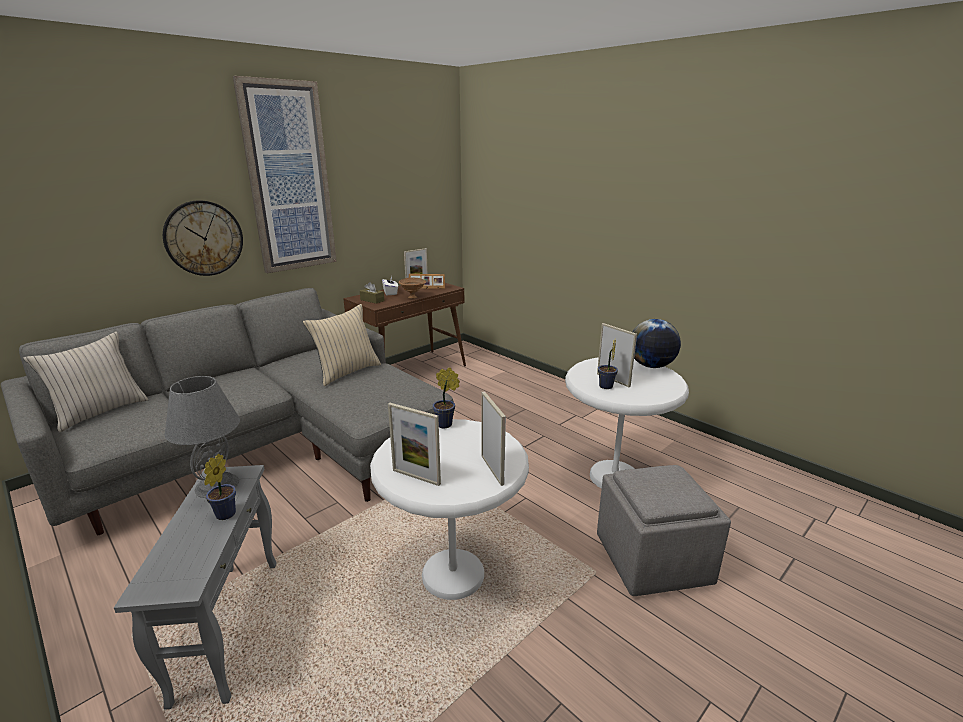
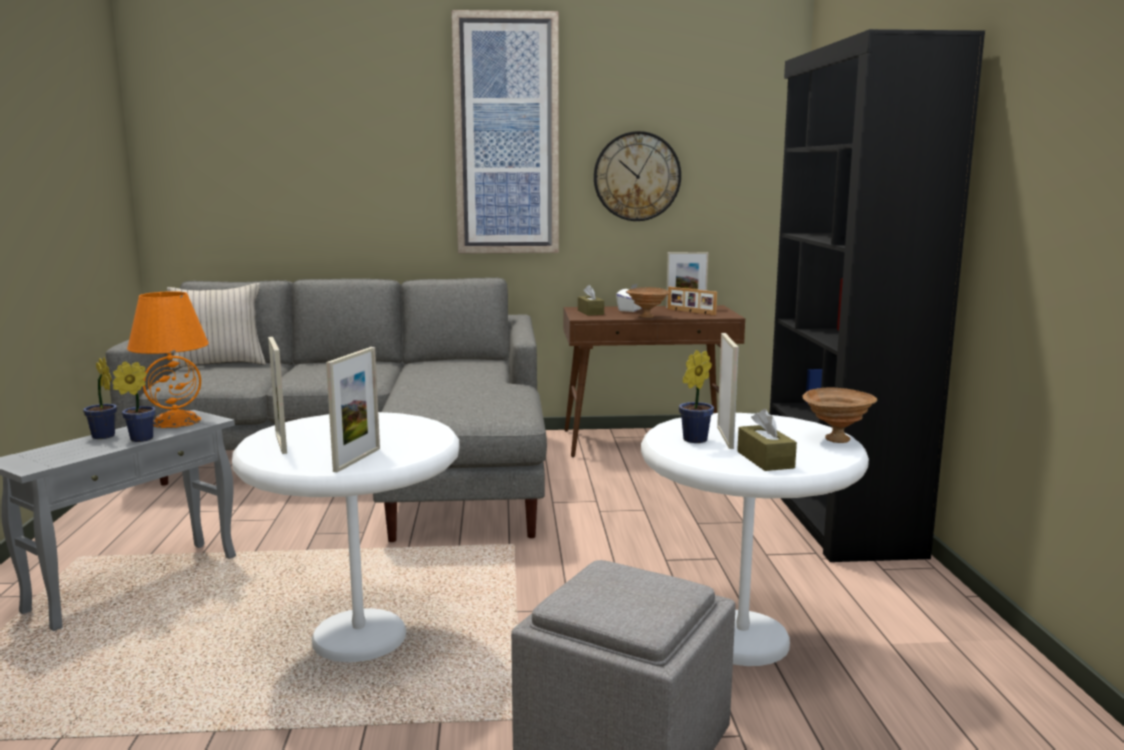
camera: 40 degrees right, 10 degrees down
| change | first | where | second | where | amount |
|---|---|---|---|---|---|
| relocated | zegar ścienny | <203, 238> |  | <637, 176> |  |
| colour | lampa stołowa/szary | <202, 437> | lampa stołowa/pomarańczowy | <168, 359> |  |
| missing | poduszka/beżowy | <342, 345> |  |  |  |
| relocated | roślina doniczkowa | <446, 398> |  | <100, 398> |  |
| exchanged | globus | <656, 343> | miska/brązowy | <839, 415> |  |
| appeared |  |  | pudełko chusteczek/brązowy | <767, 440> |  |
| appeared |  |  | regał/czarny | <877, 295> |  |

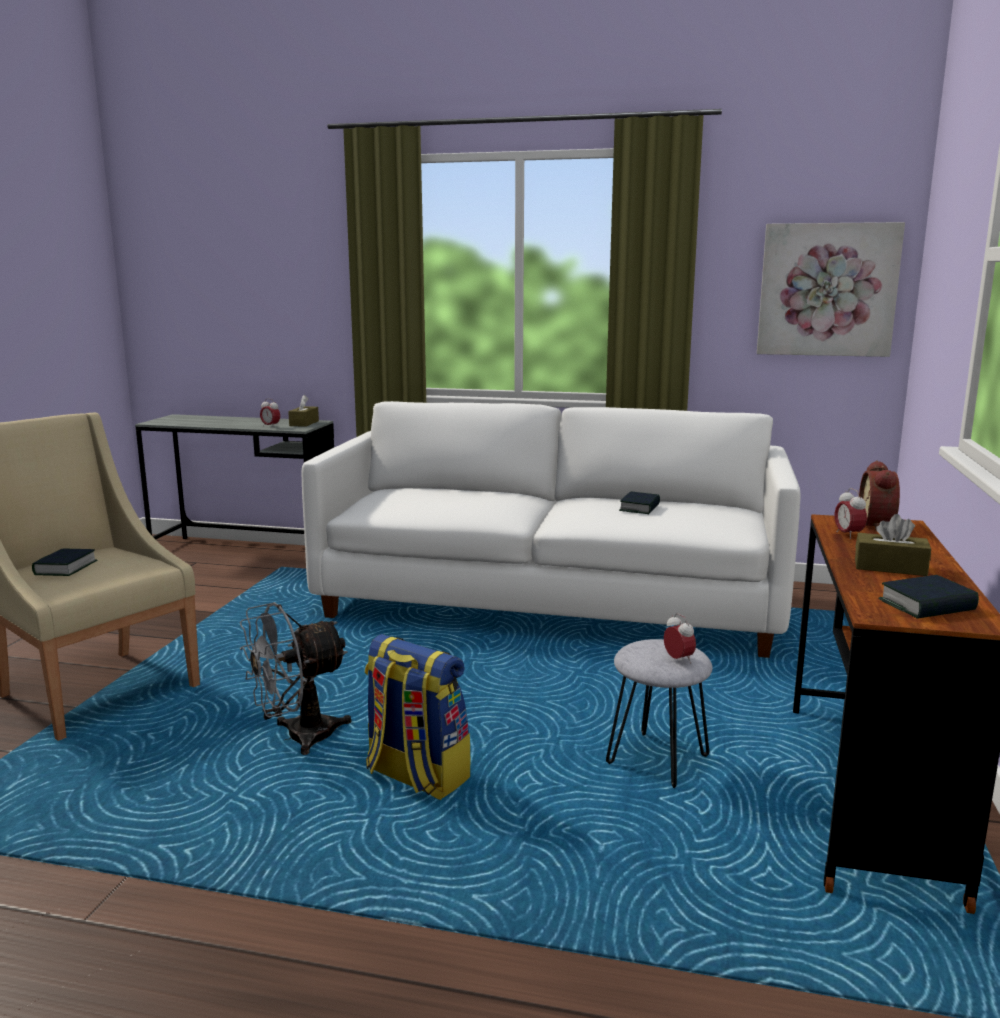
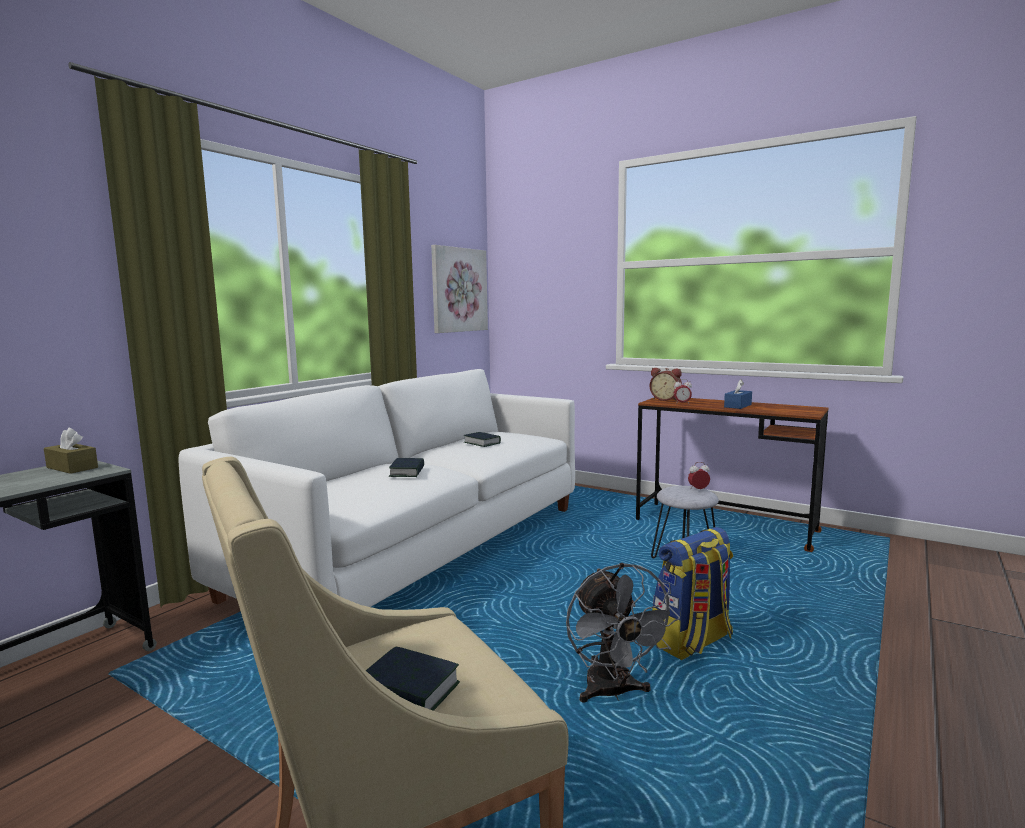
camera: 70 degrees left, 5 degrees down
| change | first | where | second | where | amount |
|---|---|---|---|---|---|
| missing | budzik | <270, 413> |  |  |  |
| colour | pudełko chusteczek/brązowy | <893, 545> | pudełko chusteczek/niebieski | <738, 394> |  |
| relocated | książka | <928, 597> |  | <406, 467> |  |

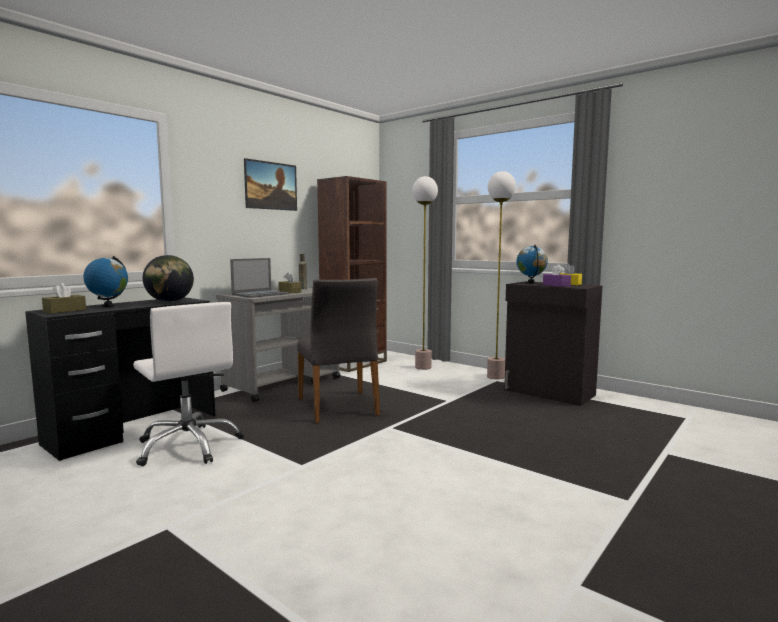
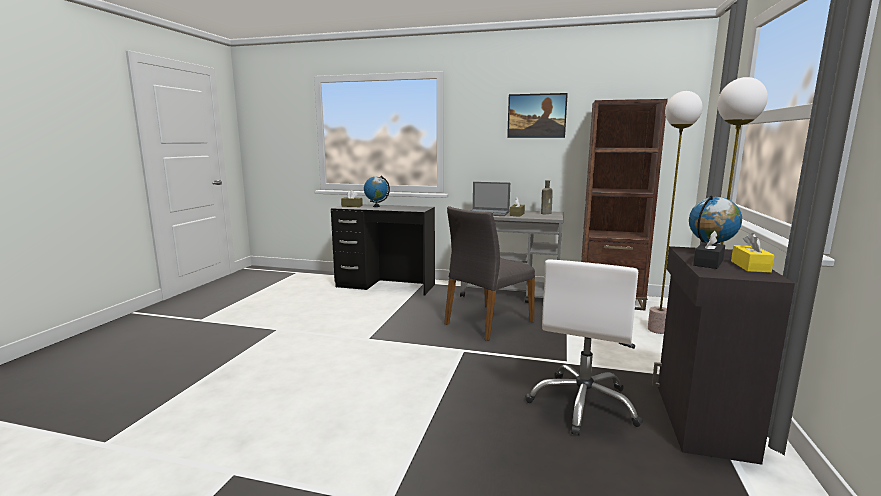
camera: 65 degrees right, 5 degrees up
| change | first | where | second | where | amount |
|---|---|---|---|---|---|
| relocated | krzesło biurowe/biały | <188, 384> |  | <584, 348> |  |
| missing | globus | <168, 278> |  |  |  |
| colour | pudełko chusteczek/fioletowy | <557, 275> | pudełko chusteczek/czarny | <709, 250> |  |

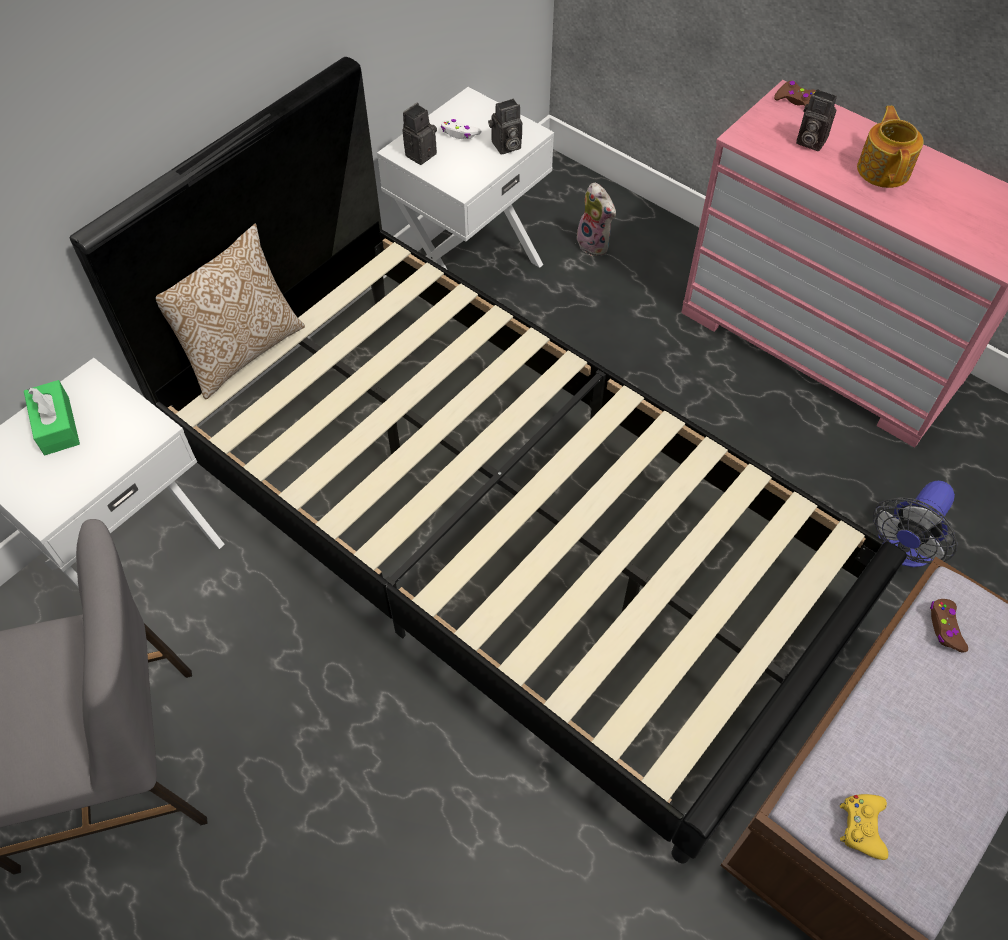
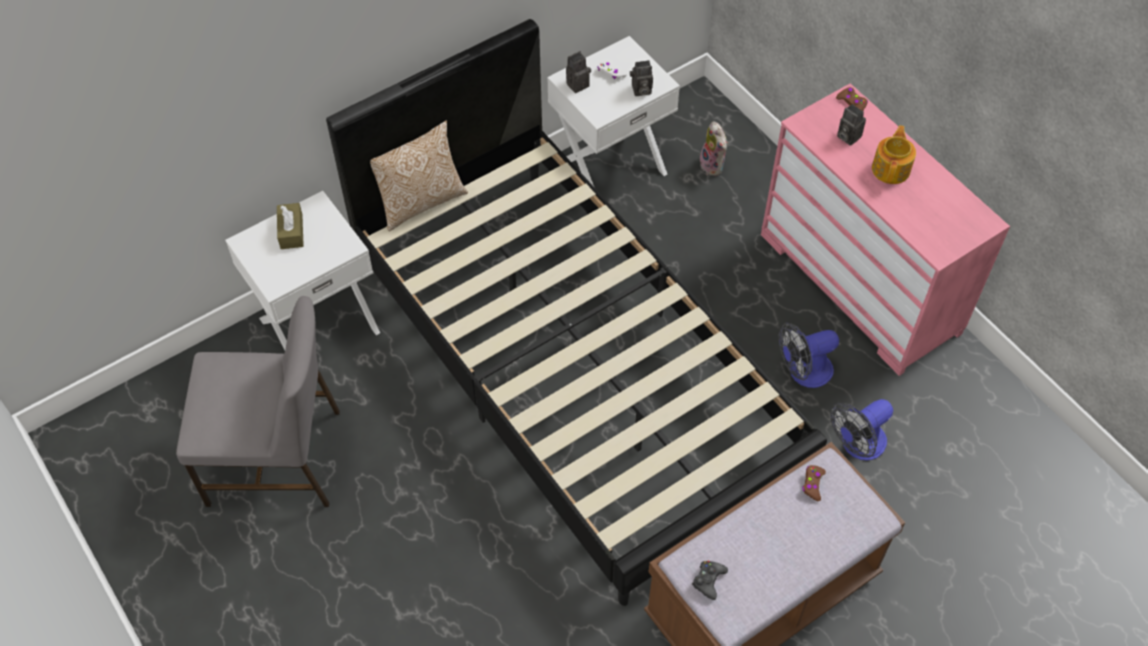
camera: 15 degrees right, 0 degrees up
| change | first | where | second | where | amount |
|---|---|---|---|---|---|
| colour | pudełko chusteczek/zielony | <52, 417> | pudełko chusteczek/brązowy | <290, 226> |  |
| colour | pad do gier/żółty | <864, 827> | pad do gier/czarny | <710, 580> |  |
| appeared |  |  | wentylator | <809, 355> |  |

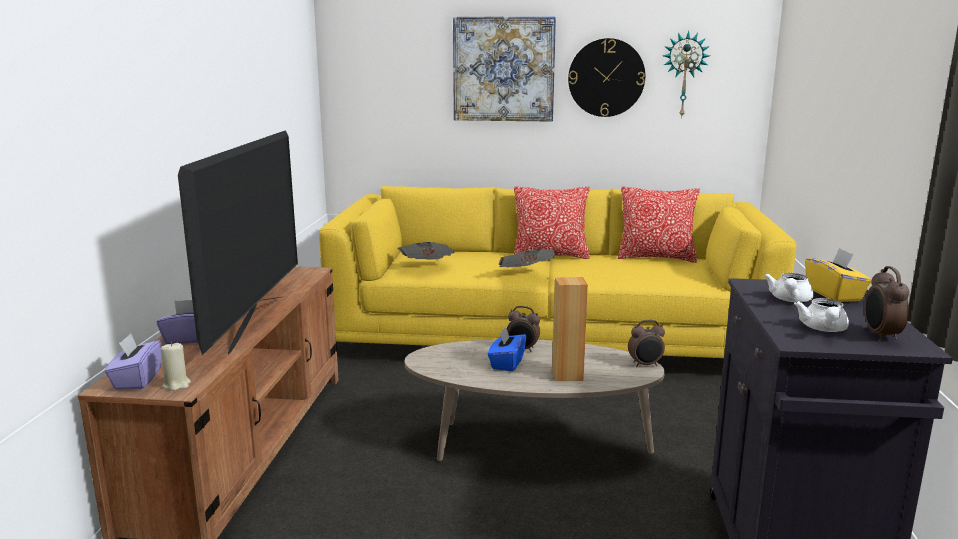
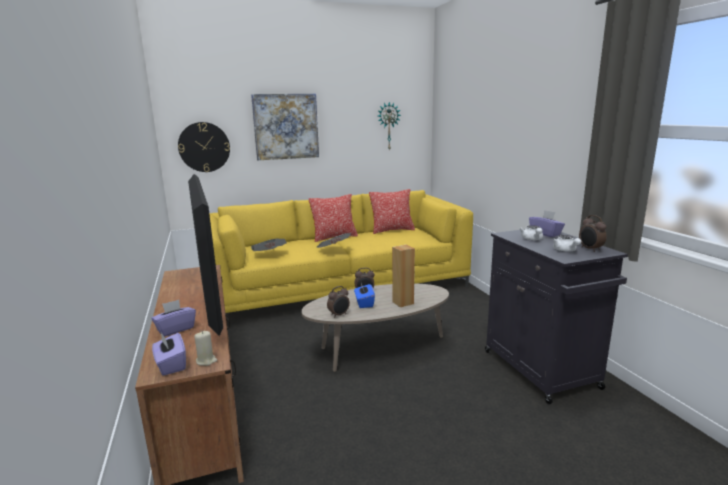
camera: 25 degrees left, 0 degrees up
| change | first | where | second | where | amount |
|---|---|---|---|---|---|
| relocated | zegar ścienny | <606, 77> |  | <204, 147> |  |
| relocated | budzik | <646, 343> |  | <338, 302> |  |
| colour | pudełko chusteczek/żółty | <838, 275> | pudełko chusteczek/fioletowy | <547, 223> |  |

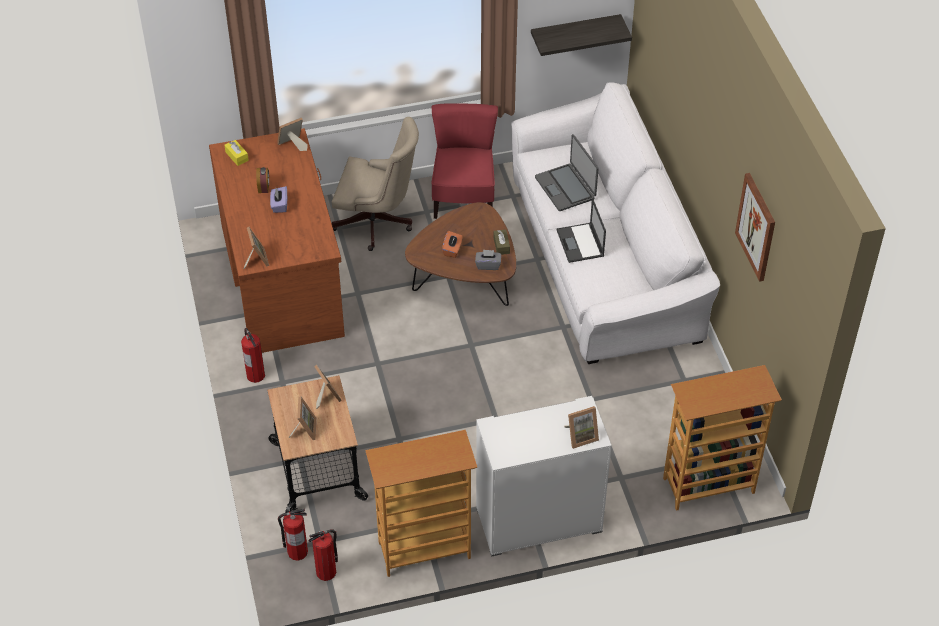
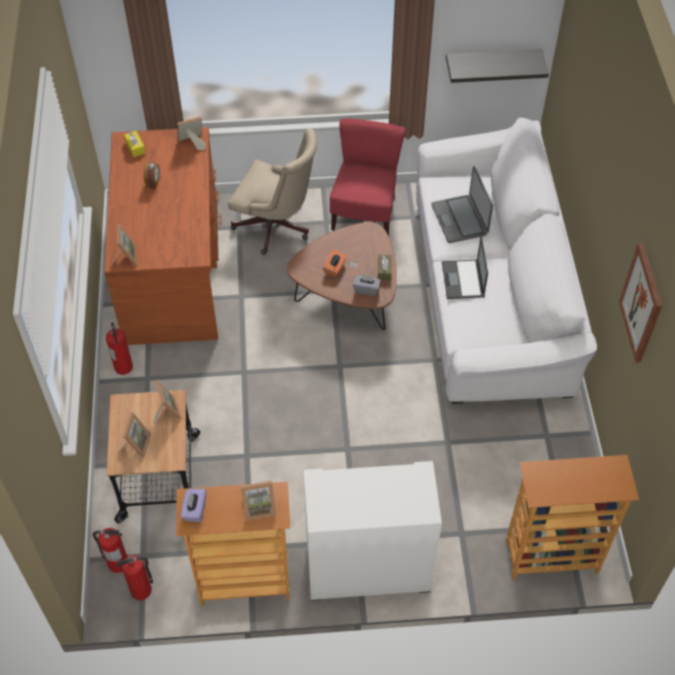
camera: 10 degrees right, 5 degrees up
| change | first | where | second | where | amount |
|---|---|---|---|---|---|
| relocated | pudełko chusteczek/fioletowy | <278, 199> |  | <193, 505> |  |
| relocated | ramka na zdjęcie | <581, 427> |  | <258, 501> |  |

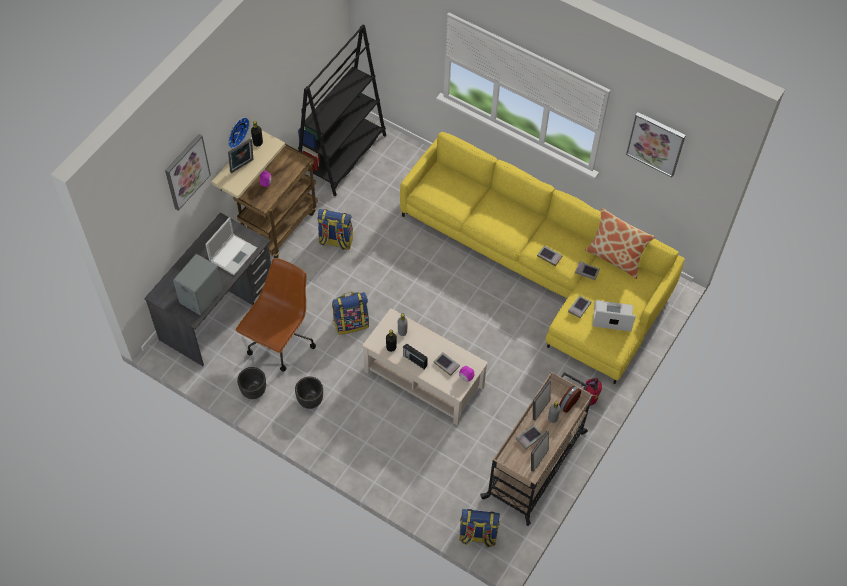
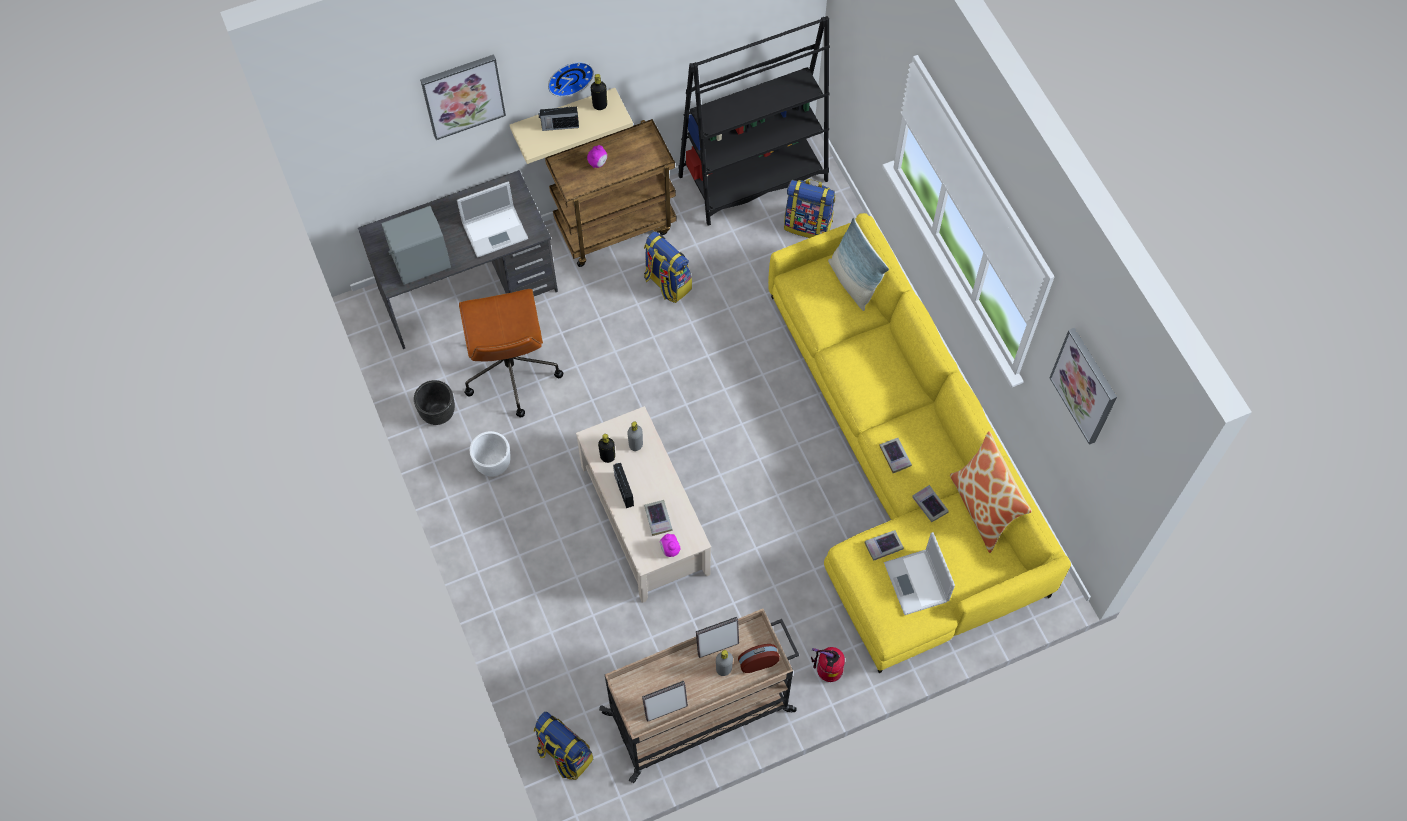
camera: 35 degrees right, 5 degrees up
| change | first | where | second | where | amount |
|---|---|---|---|---|---|
| exchanged | ramka na zdjęcie | <240, 155> | radio | <558, 118> |  |
| spun | krzesło biurowe/brązowy | <276, 315> |  | <511, 353> | 105 degrees clockwise |
| colour | donica/czarny | <309, 392> | donica/biały | <490, 454> |  |
| relocated | plecak | <350, 313> |  | <809, 208> |  |
| missing | książka | <530, 437> |  |  |  |
| spun | laptop | <614, 316> |  | <919, 573> | 150 degrees counterclockwise |
| appeared |  |  | poduszka | <858, 264> |  |

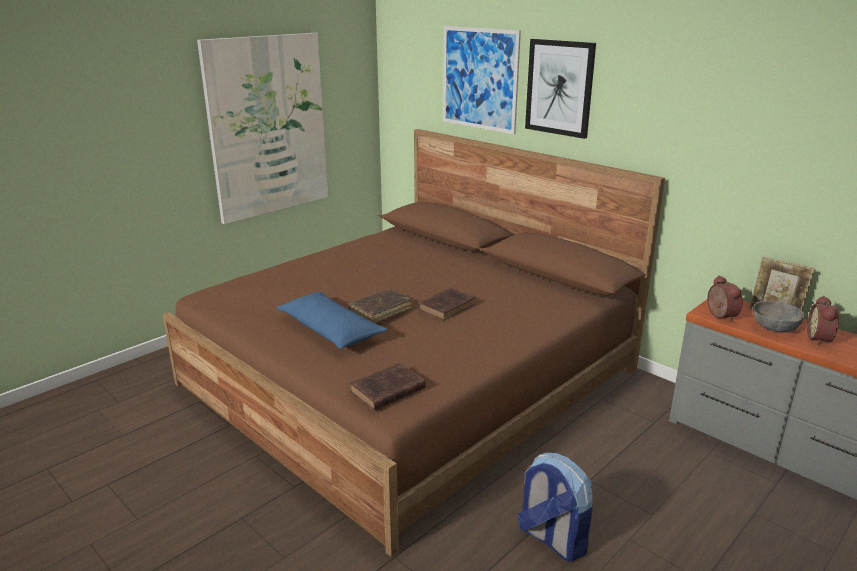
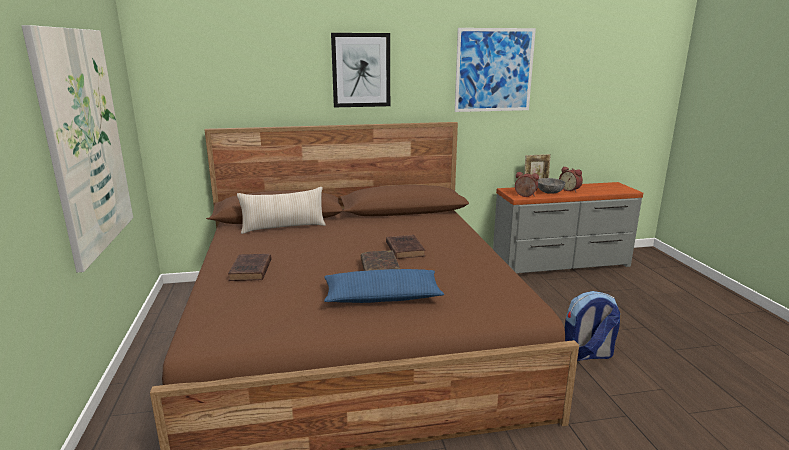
camera: 55 degrees left, 5 degrees down
| change | first | where | second | where | amount |
|---|---|---|---|---|---|
| relocated | książka/brązowy | <387, 387> |  | <249, 267> |  |
| relocated | obraz | <482, 80> |  | <495, 70> |  |
| appeared |  |  | poduszka/beżowy | <281, 210> |  |

